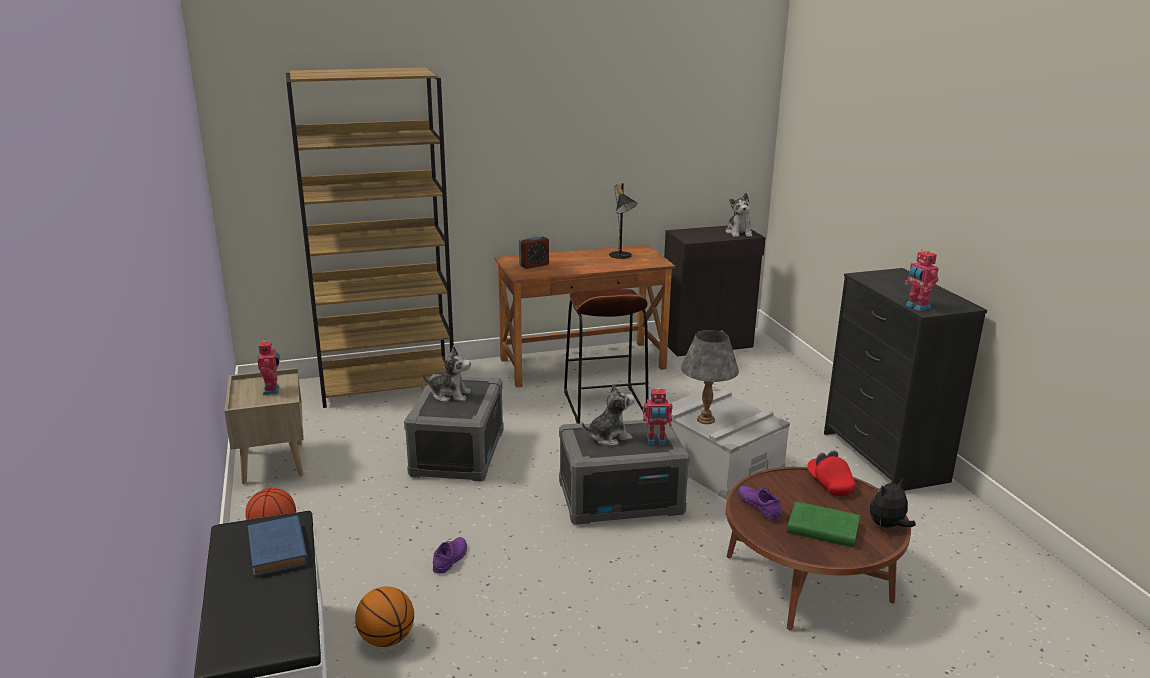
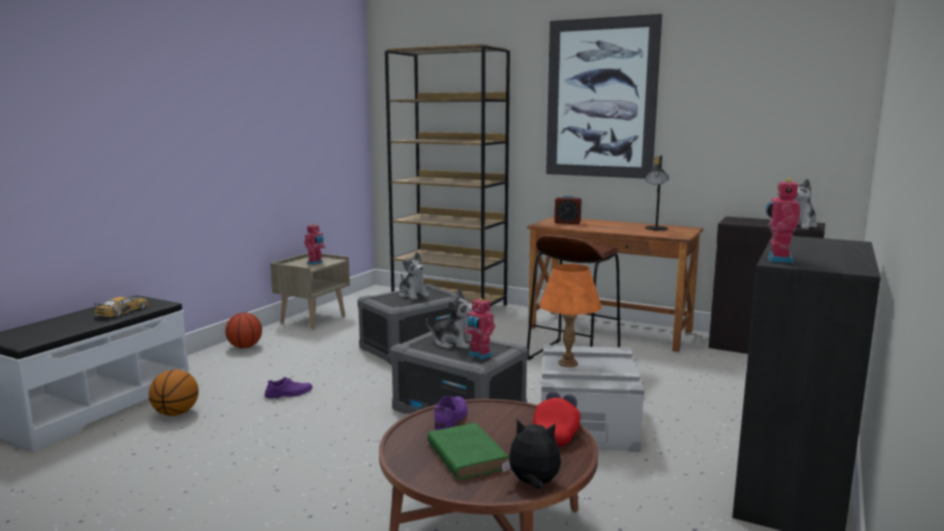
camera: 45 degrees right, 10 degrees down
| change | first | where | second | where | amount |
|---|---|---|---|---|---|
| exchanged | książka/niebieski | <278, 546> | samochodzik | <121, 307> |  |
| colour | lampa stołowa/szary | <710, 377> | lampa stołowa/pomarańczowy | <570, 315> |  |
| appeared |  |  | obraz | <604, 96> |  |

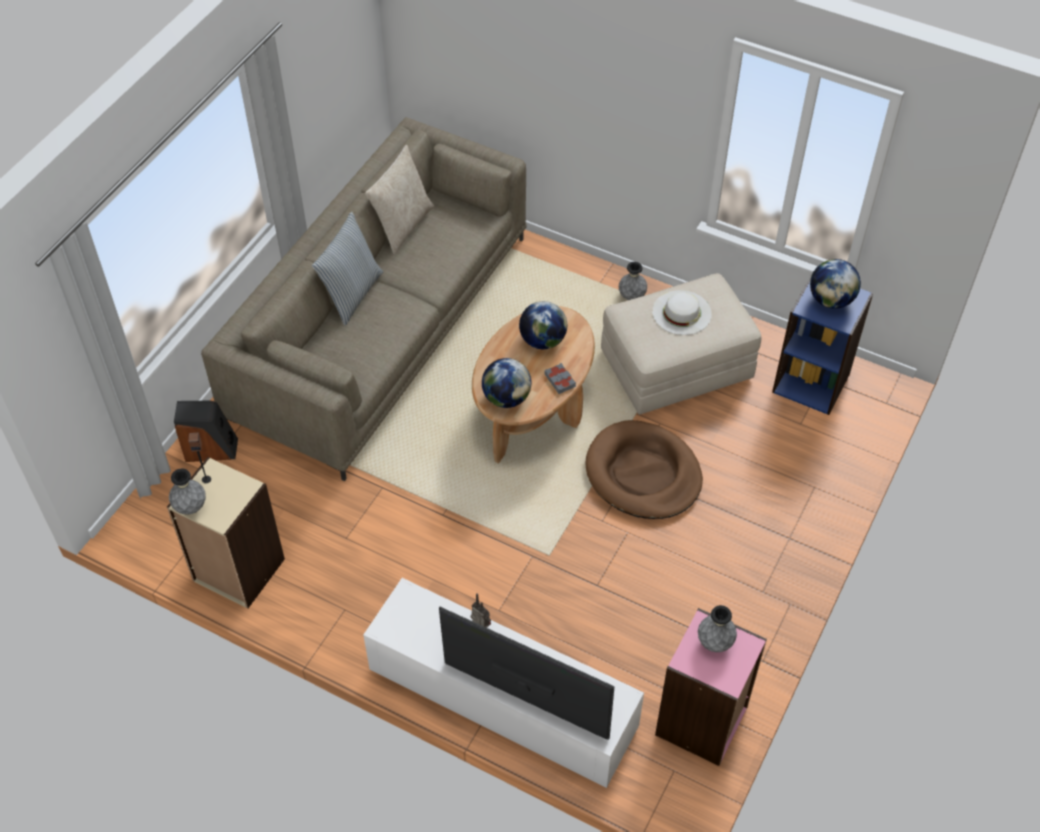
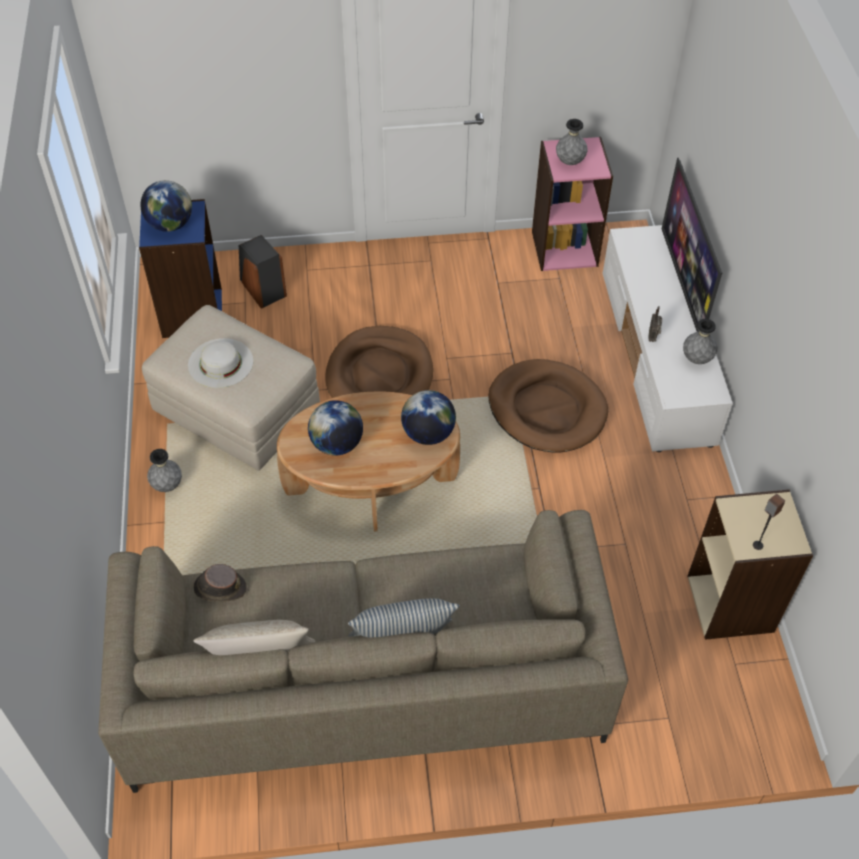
camera: 125 degrees left, 0 degrees up
| change | first | where | second | where | amount |
|---|---|---|---|---|---|
| relocated | wazon/szary | <187, 491> |  | <700, 341> |  |
| relocated | głośnik | <206, 431> |  | <263, 272> |  |
| missing | książka/szary | <560, 378> |  |  |  |
| appeared |  |  | kapelusz/brązowy | <220, 583> |  |
| appeared |  |  | legowisko/brązowy | <548, 405> |  |

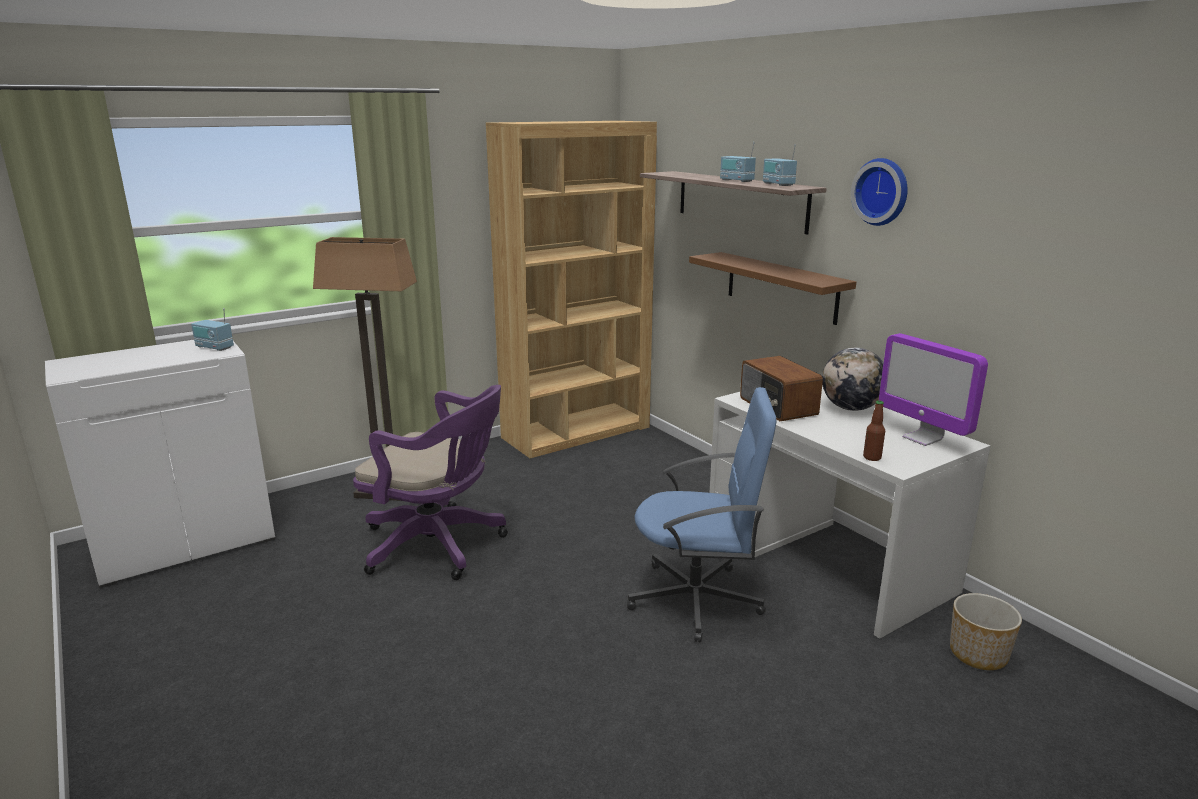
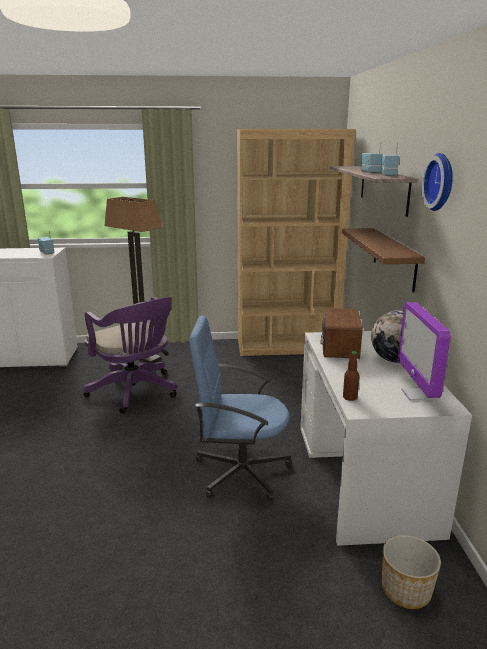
camera: 30 degrees right, 0 degrees up
| change | first | where | second | where | amount |
|---|---|---|---|---|---|
| spun | krzesło biurowe/niebieski | <701, 515> |  | <240, 408> | 150 degrees clockwise |

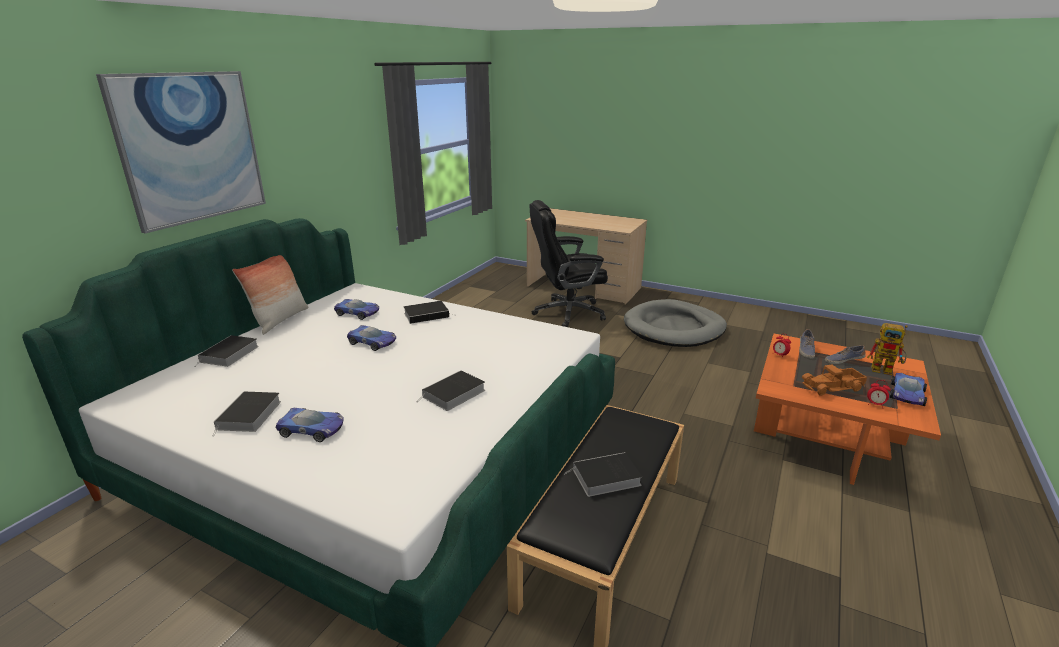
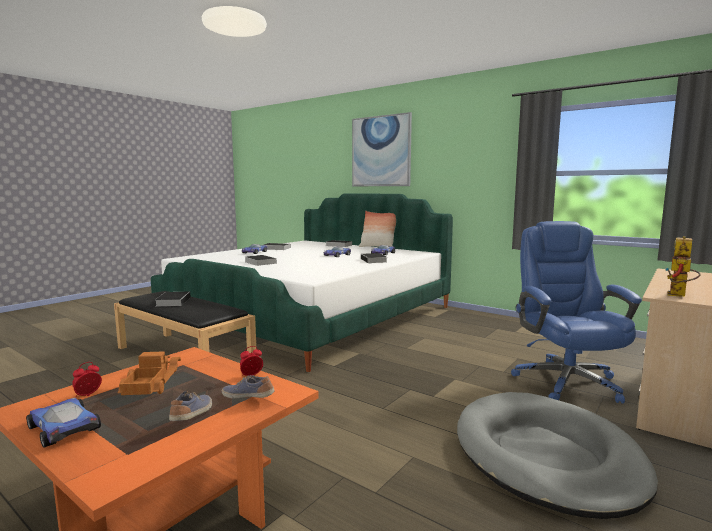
camera: 100 degrees right, 15 degrees down
| change | first | where | second | where | amount |
|---|---|---|---|---|---|
| colour | krzesło biurowe/czarny | <568, 263> | krzesło biurowe/niebieski | <576, 312> |  |
| relocated | robot zabawkowy | <887, 349> |  | <683, 266> |  |

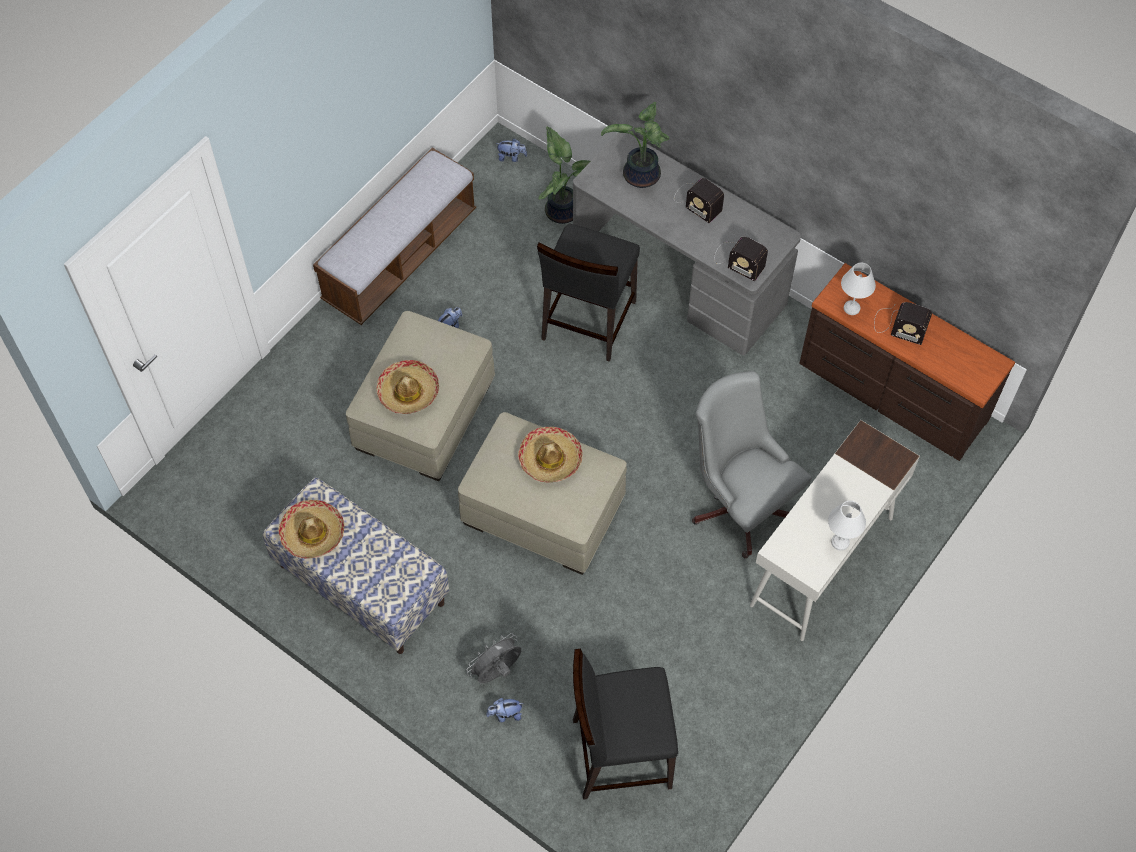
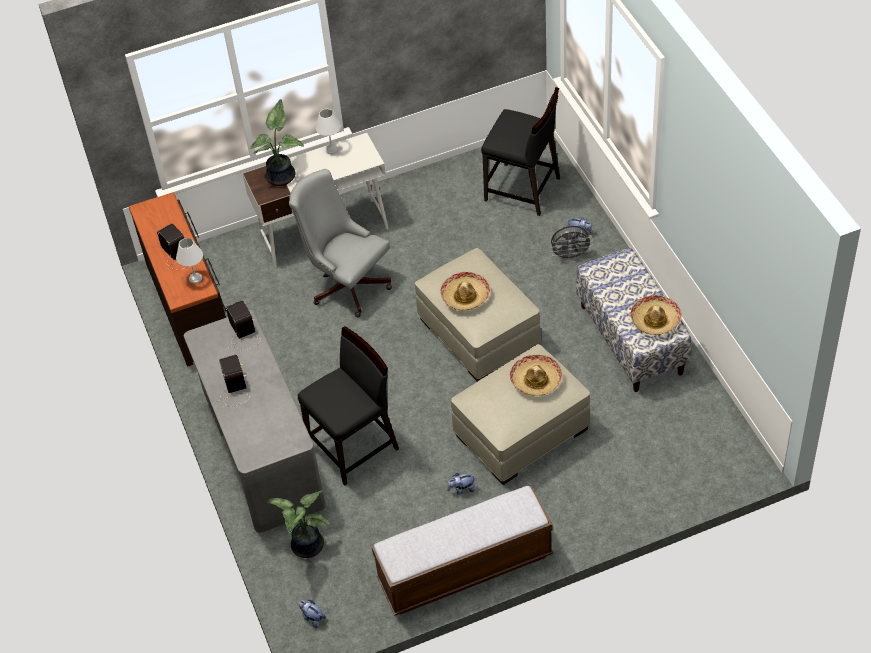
camera: 145 degrees left, 10 degrees down
| change | first | where | second | where | amount |
|---|---|---|---|---|---|
| relocated | roślina doniczkowa | <635, 145> |  | <277, 142> |  |
| spun | krzesło biurowe/szary | <752, 465> |  | <340, 243> | 135 degrees clockwise |

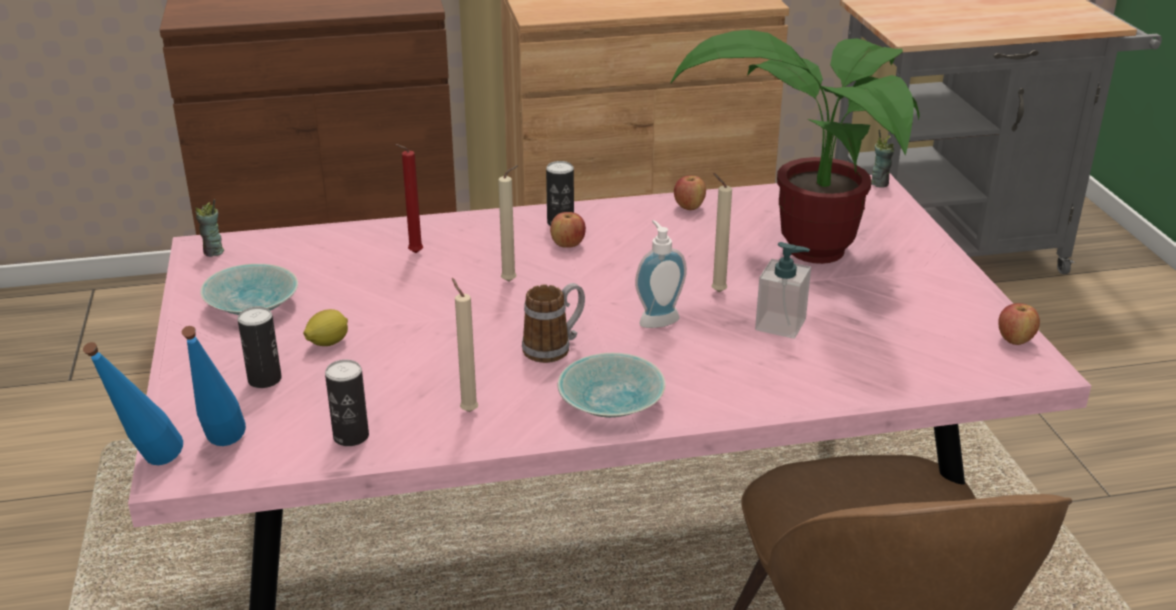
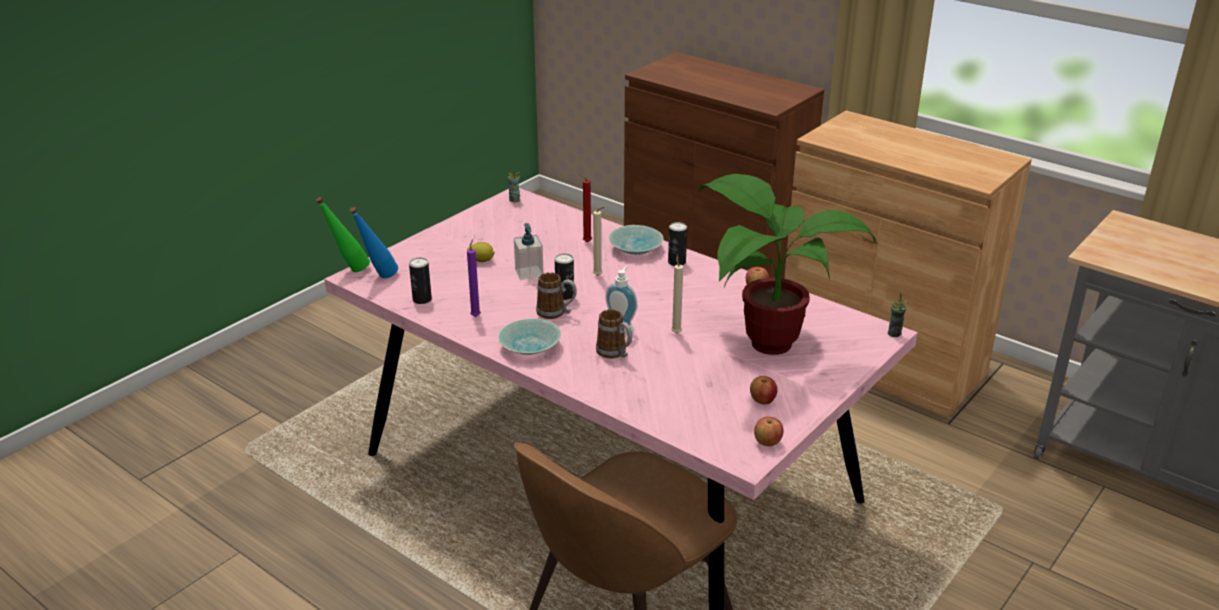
camera: 50 degrees right, 0 degrees up
| change | first | where | second | where | amount |
|---|---|---|---|---|---|
| colour | butelka/niebieski | <133, 403> | butelka/zielony | <343, 234> |  |
| relocated | miska/turkusowy | <249, 289> |  | <636, 240> |  |
| relocated | puszka | <259, 347> |  | <564, 277> |  |
| colour | świeca/beżowy | <465, 345> | świeca/fioletowy | <474, 278> |  |
| relocated | jabłko | <568, 230> |  | <763, 390> |  |
| relocated | dozownik mydła | <783, 290> |  | <529, 251> |  |
| appeared |  |  | kubek | <614, 334> |  |

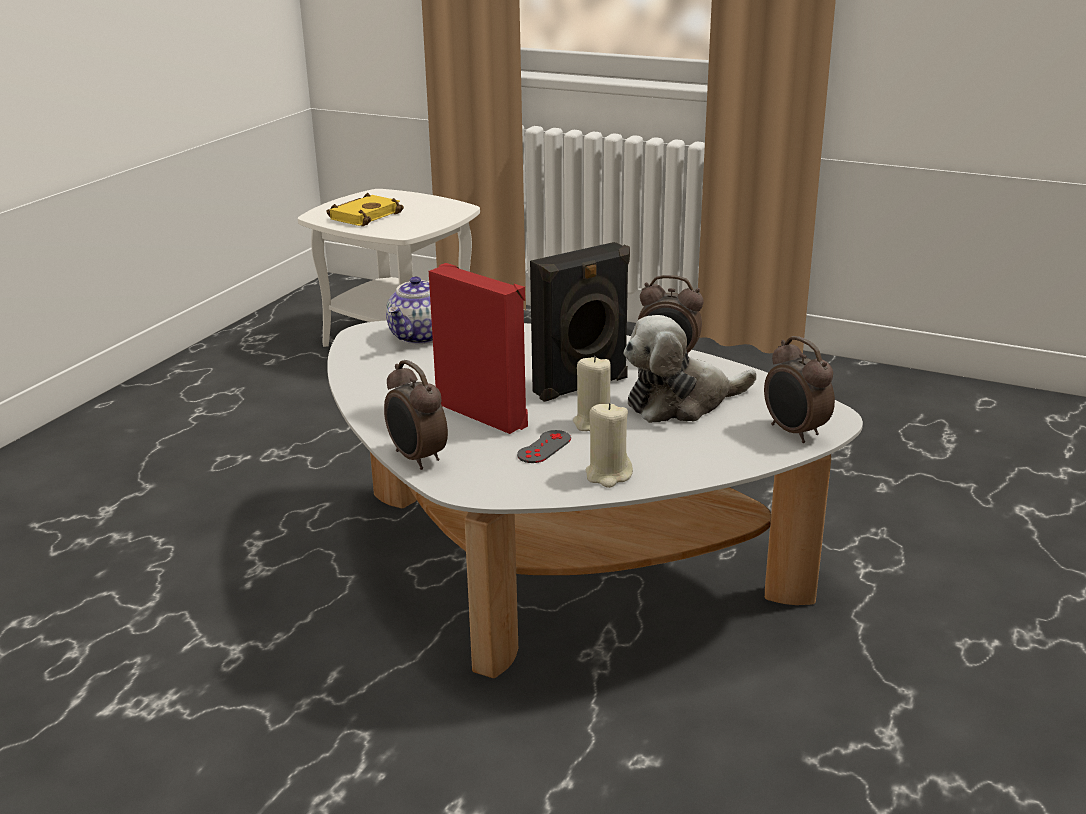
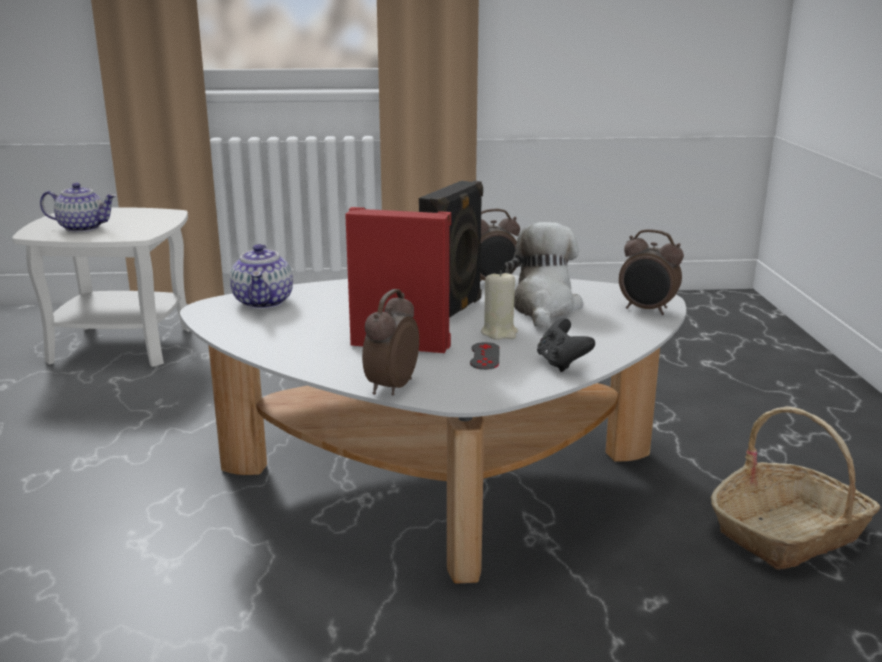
camera: 30 degrees left, 5 degrees down
| change | first | where | second | where | amount |
|---|---|---|---|---|---|
| exchanged | książka/żółty | <365, 209> | imbryk | <78, 207> |  |
| spun | budzik | <416, 415> |  | <390, 342> | 90 degrees clockwise |
| exchanged | świeca/beżowy | <609, 445> | pad do gier/czarny | <566, 345> |  |
| spun | pluszak | <690, 369> |  | <543, 275> | 150 degrees clockwise |
| appeared |  |  | koszyk | <795, 488> |  |

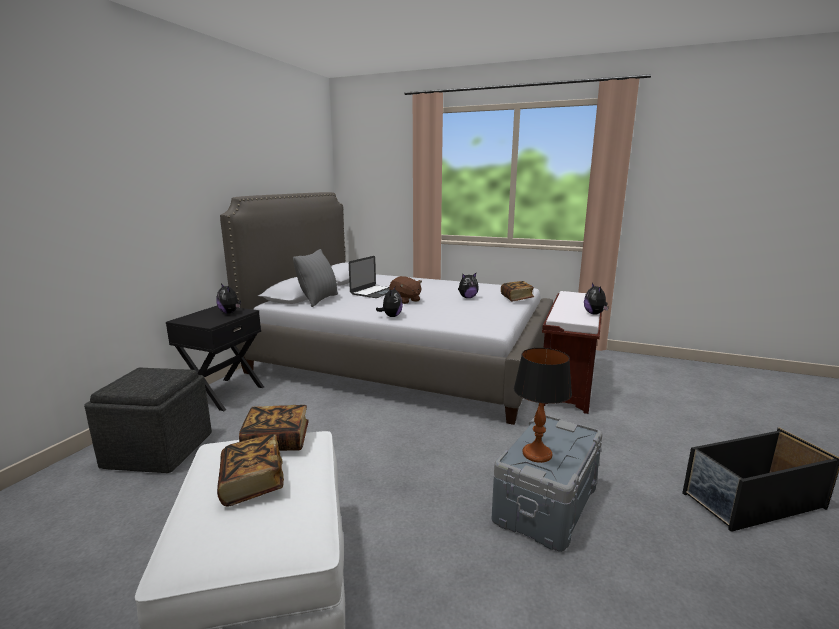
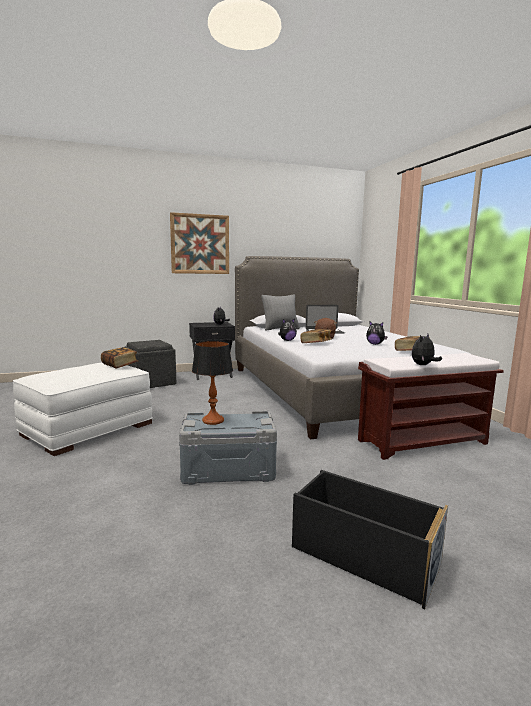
camera: 50 degrees right, 5 degrees down
| change | first | where | second | where | amount |
|---|---|---|---|---|---|
| relocated | książka | <250, 470> |  | <316, 336> |  |
| appeared |  |  | obraz | <199, 243> |  |

